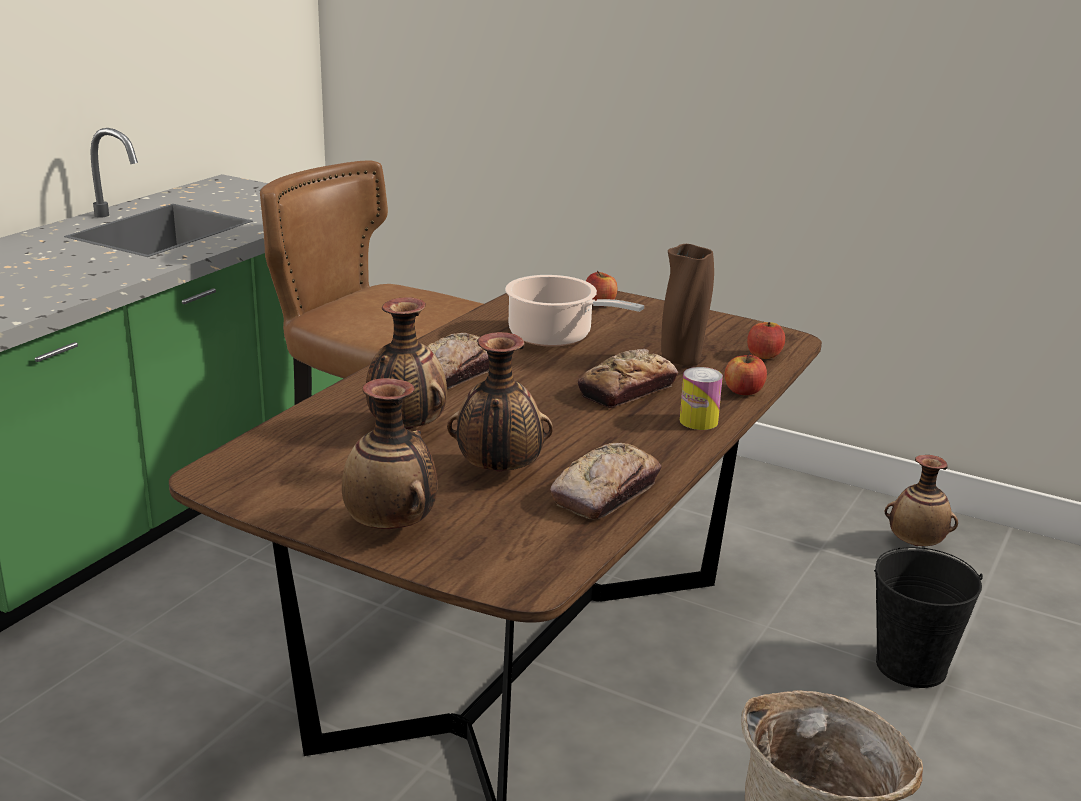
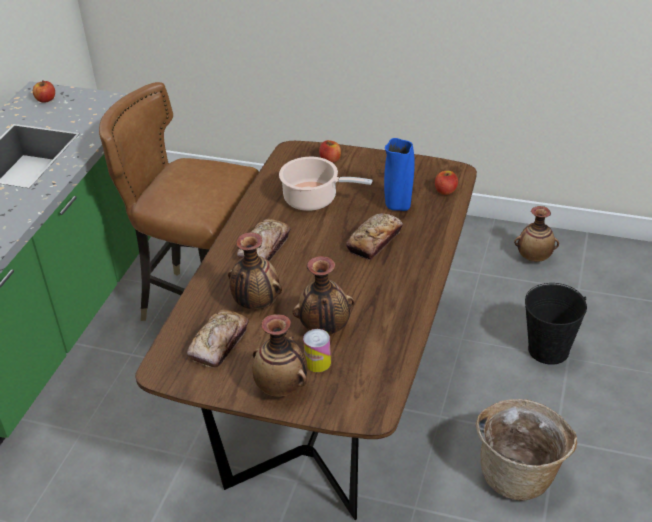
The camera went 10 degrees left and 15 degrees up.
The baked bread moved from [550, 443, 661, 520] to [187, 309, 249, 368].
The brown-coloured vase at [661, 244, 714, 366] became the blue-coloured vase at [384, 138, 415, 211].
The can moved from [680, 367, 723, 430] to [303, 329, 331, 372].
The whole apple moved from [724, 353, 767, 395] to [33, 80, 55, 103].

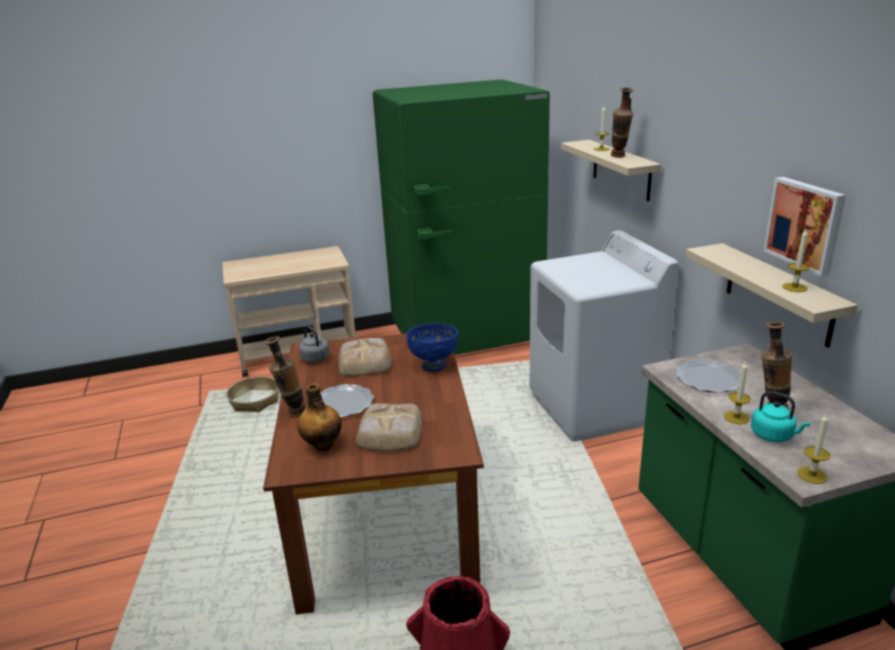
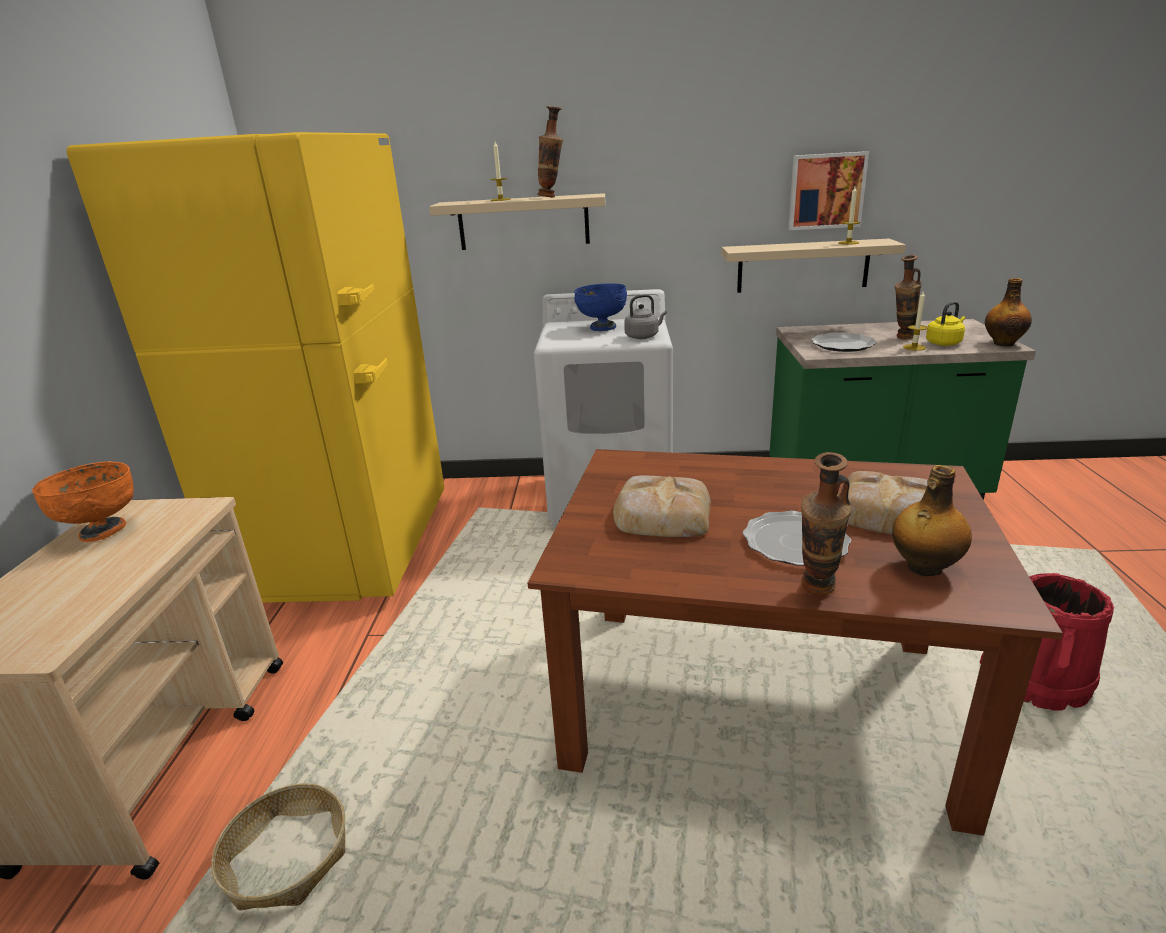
The camera went 70 degrees left and 0 degrees up.
The gray water kettle moved from [299, 325, 330, 363] to [624, 294, 667, 339].
The green-coloured fridge at [373, 79, 550, 355] became the yellowish fridge at [67, 132, 445, 603].
The blue-coloured deep dish moved from [406, 323, 458, 372] to [574, 283, 627, 331].
The turquoise-coloured water kettle at [751, 391, 810, 442] became the yellowish water kettle at [926, 301, 965, 346].
The wax candle at [797, 413, 830, 484] was replaced by the bottle at [985, 278, 1032, 347].
The orange deep dish at [32, 461, 134, 542] appeared.

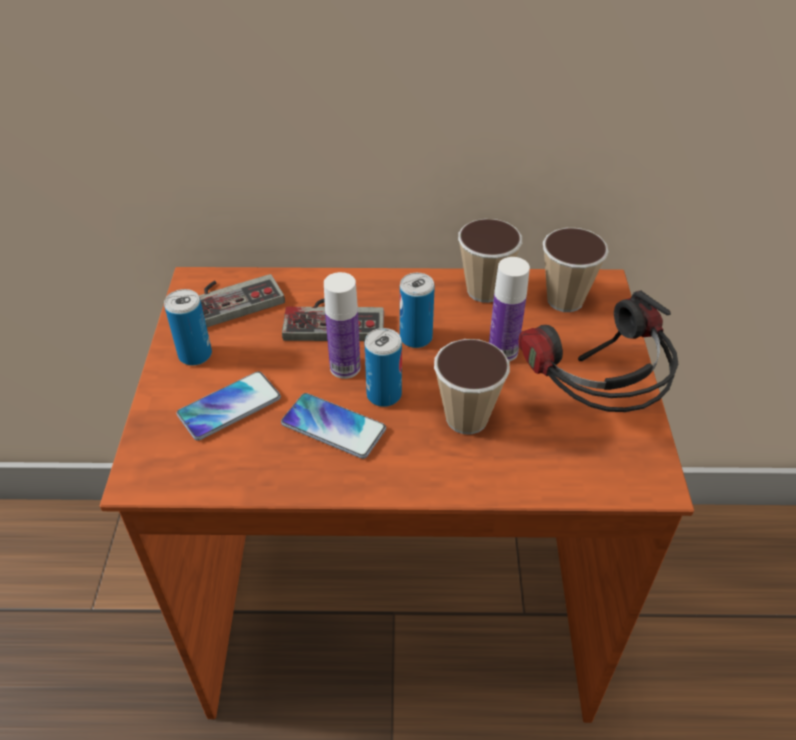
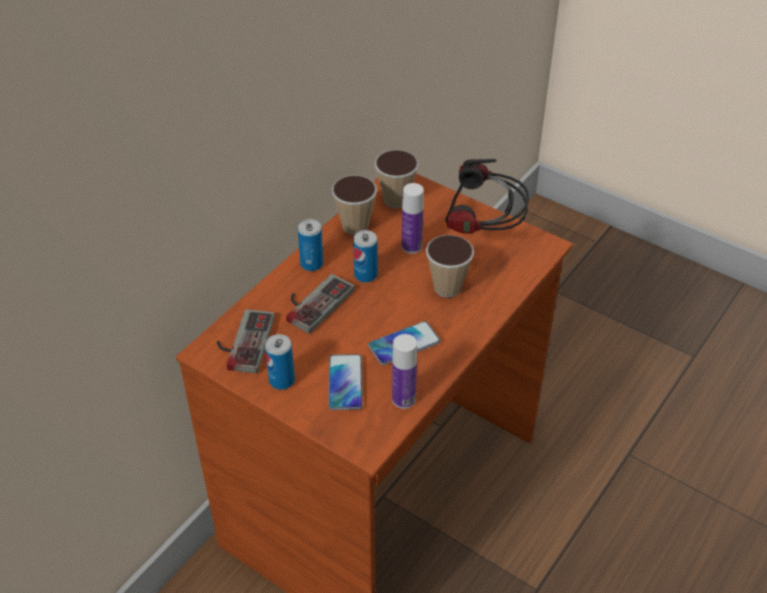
The camera went 55 degrees left and 0 degrees up.
The bottle moved from [324, 272, 361, 379] to [392, 334, 417, 409].
The can moved from [365, 328, 402, 407] to [298, 219, 324, 271].

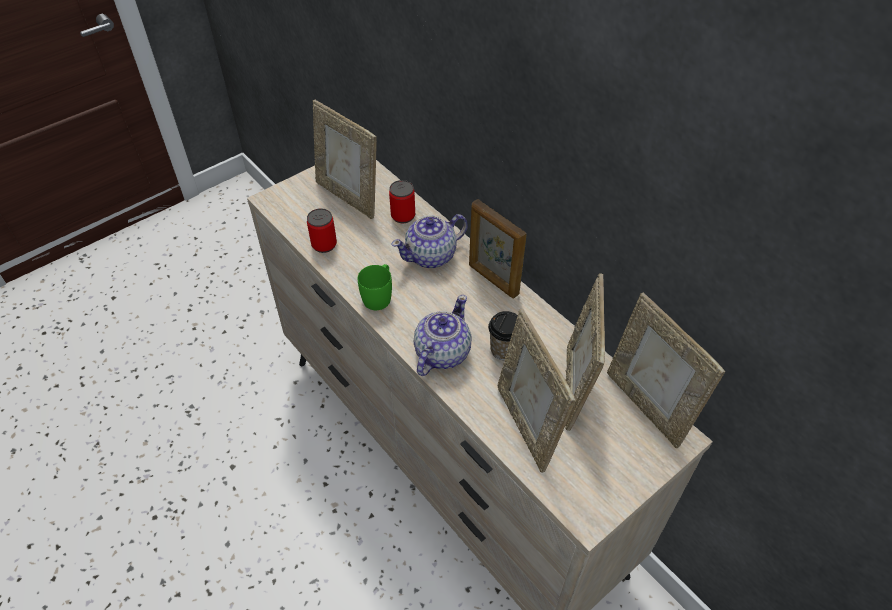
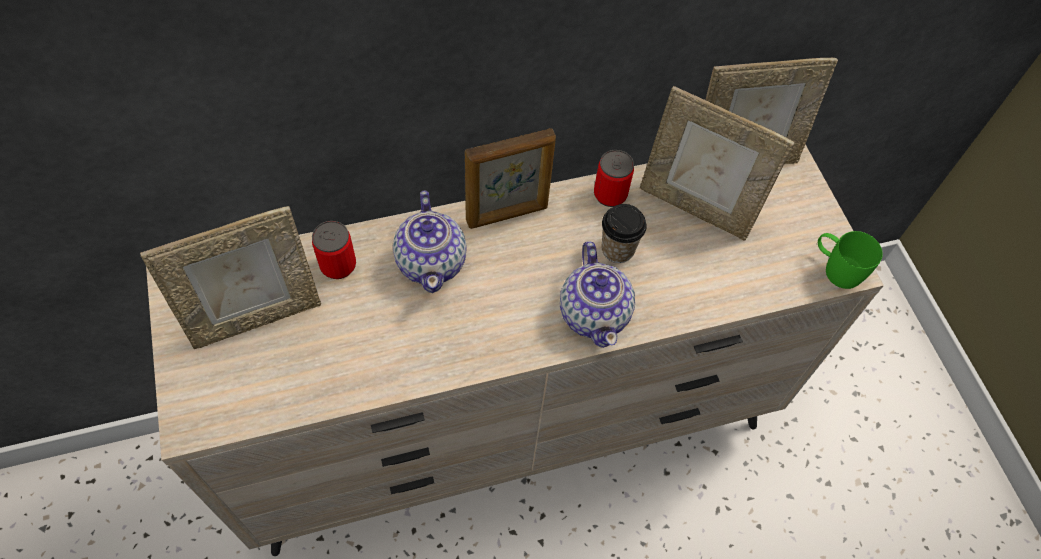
The camera went 70 degrees left and 10 degrees up.
The can moved from [307, 208, 337, 253] to [594, 150, 634, 207].
The green-coloured tea mug moved from [358, 264, 392, 310] to [818, 231, 883, 289].
The teapot at [414, 295, 472, 376] turned 150 degrees counterclockwise.
The picture frame at [498, 309, 576, 473] disappeared.

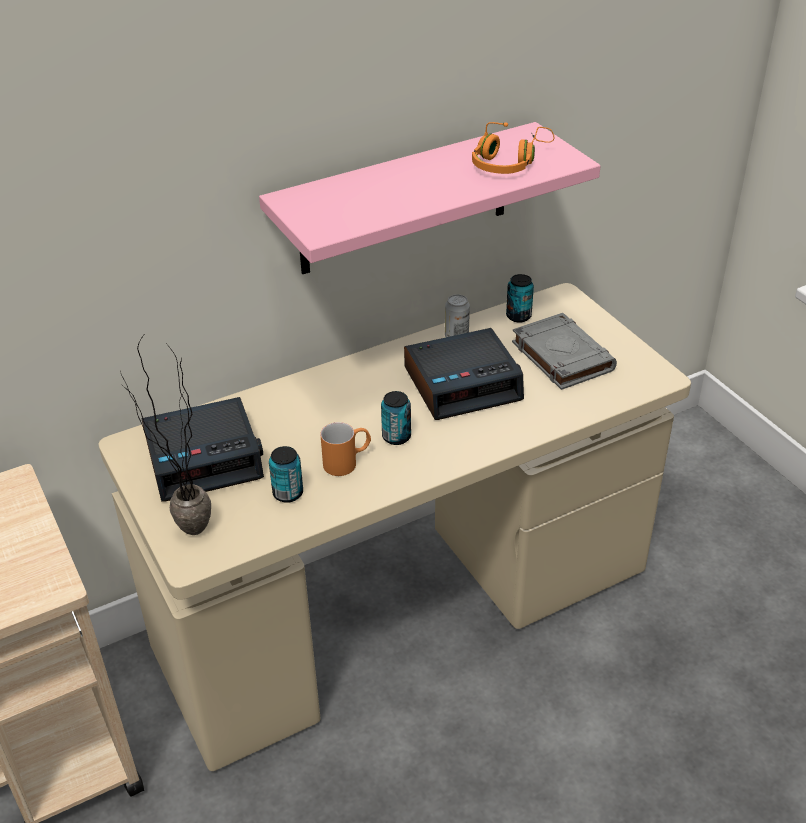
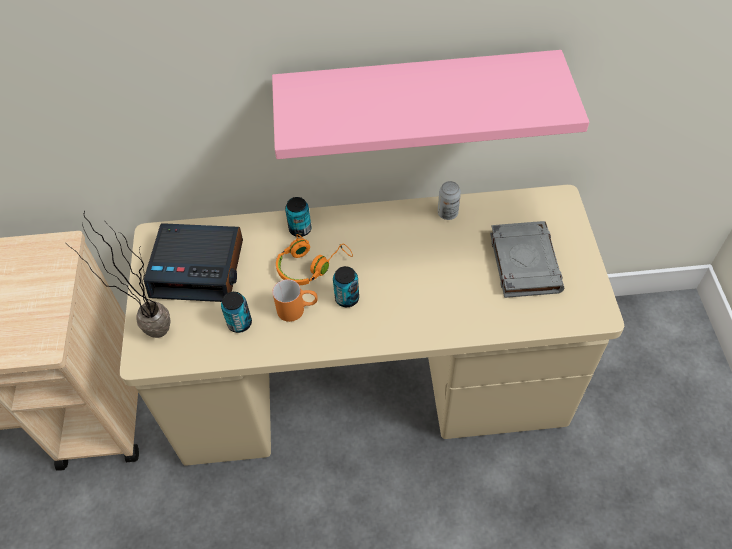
The camera went 25 degrees right and 15 degrees up.
The table clock at [404, 328, 524, 420] disappeared.
The orange headset moved from [472, 122, 554, 174] to [276, 234, 353, 285].
The can moved from [506, 274, 534, 323] to [285, 197, 312, 237].

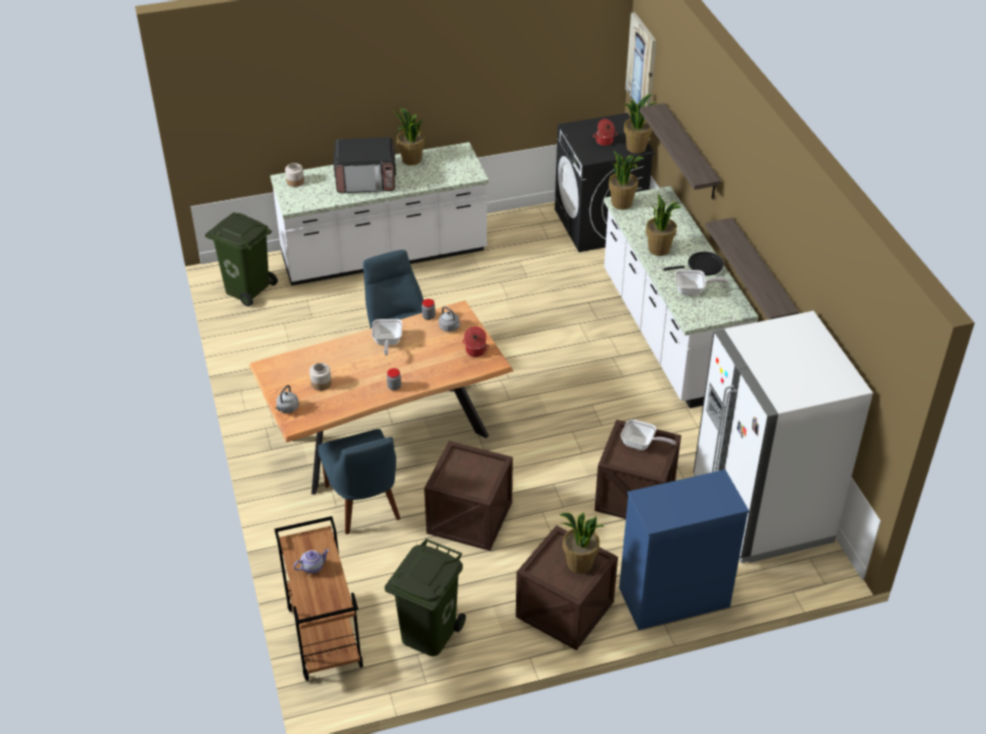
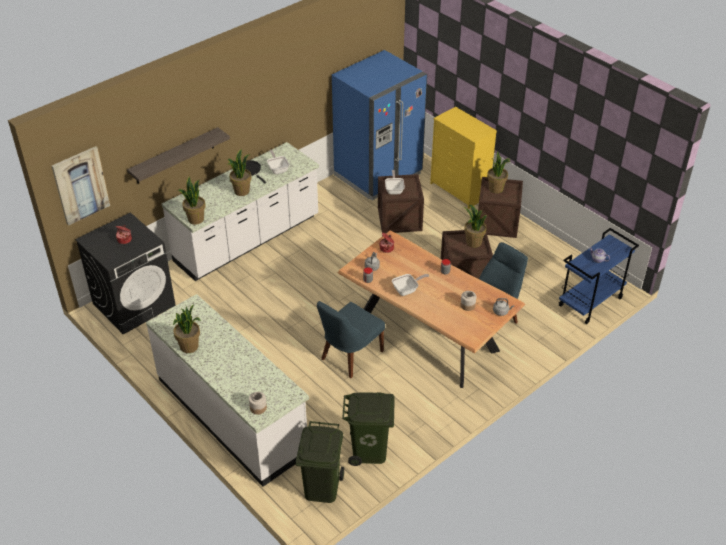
The camera went 115 degrees left and 0 degrees up.
The brown-coloured wheeled cart at [274, 516, 363, 681] became the blue-coloured wheeled cart at [559, 228, 639, 324].
The kitchen microwave at [334, 137, 396, 193] disappeared.
The green-coloured waste bin moved from [385, 539, 466, 656] to [342, 392, 395, 466].
The blue-coloured drawer chest at [619, 470, 749, 630] became the yellowish drawer chest at [430, 107, 497, 209].
The houseplant moved from [624, 94, 657, 153] to [464, 205, 487, 248].
The white fridge at [693, 311, 873, 563] became the blue-coloured fridge at [332, 50, 427, 201].
The bracket shelf at [705, 218, 799, 320] disappeared.

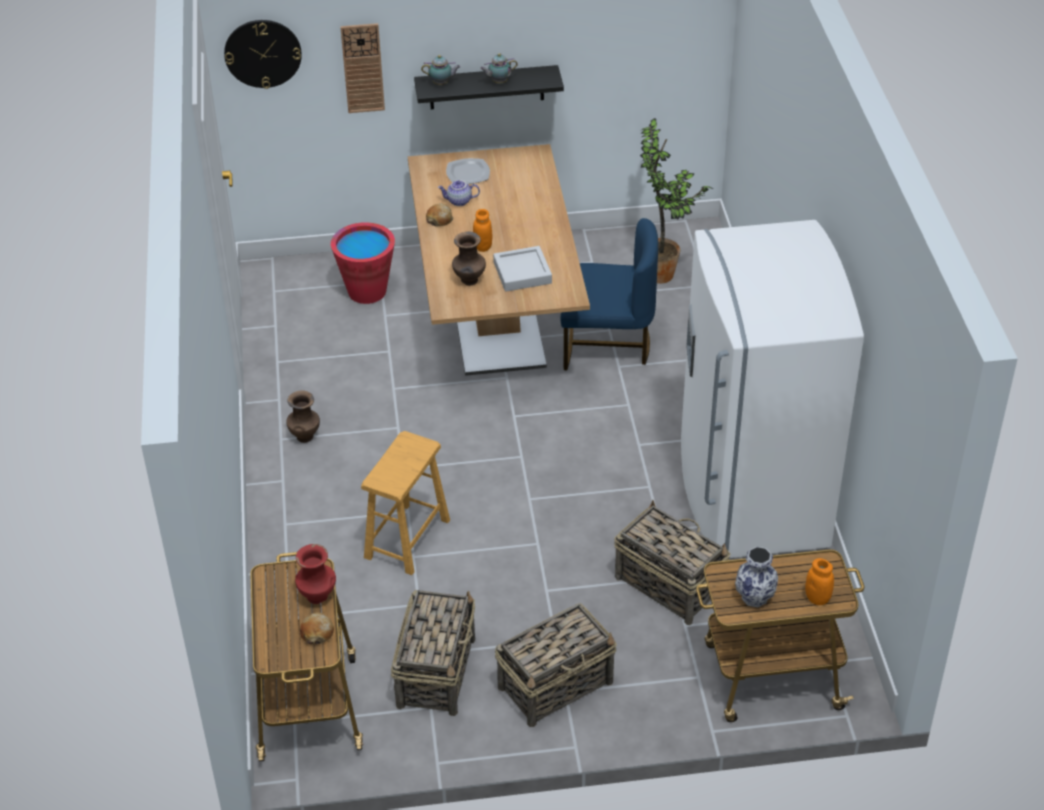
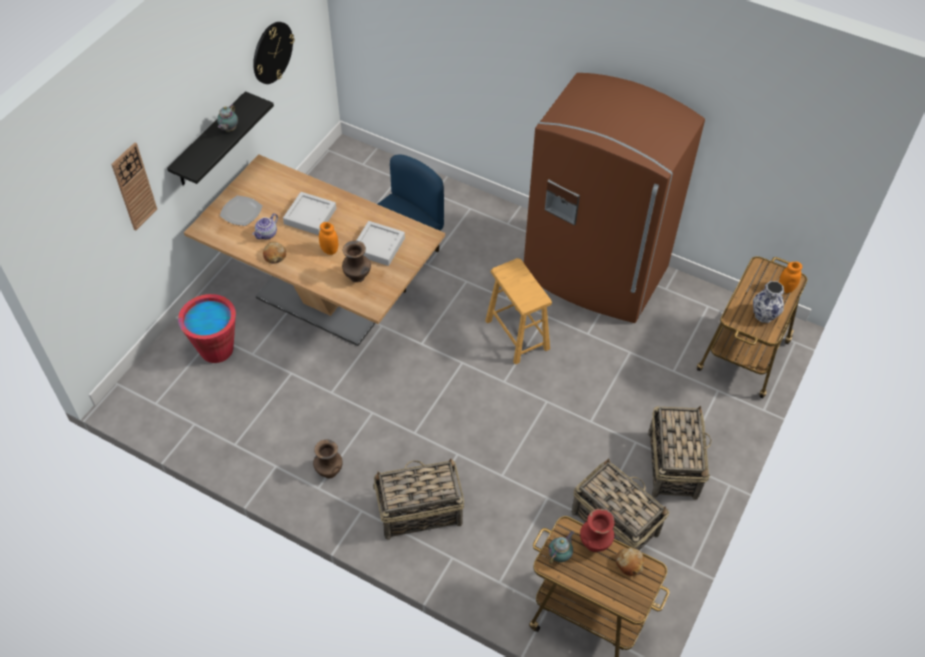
The camera went 55 degrees left and 10 degrees up.
The wall clock moved from [224, 20, 302, 89] to [253, 22, 294, 84].
The brown-coloured stool moved from [361, 431, 450, 575] to [485, 258, 552, 365].
The teapot moved from [421, 55, 461, 85] to [548, 531, 574, 564].
The storage basket moved from [614, 500, 730, 625] to [373, 459, 464, 540].
The houseplant at [640, 118, 713, 284] disappeared.
The white fridge at [681, 220, 864, 558] became the brown-coloured fridge at [524, 73, 705, 323].
The gray tray at [283, 192, 336, 235] appeared.

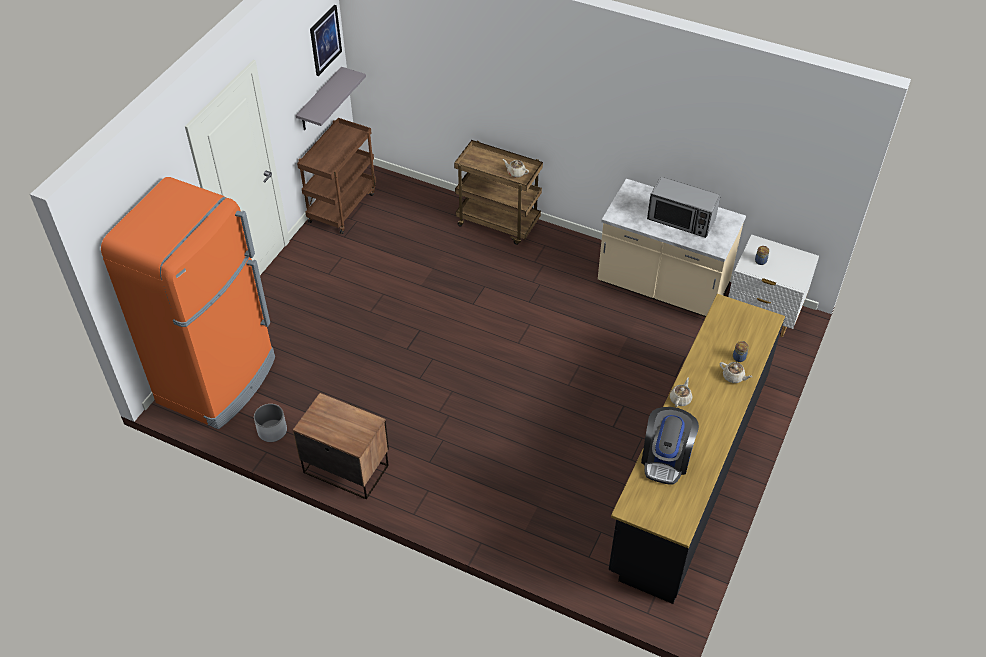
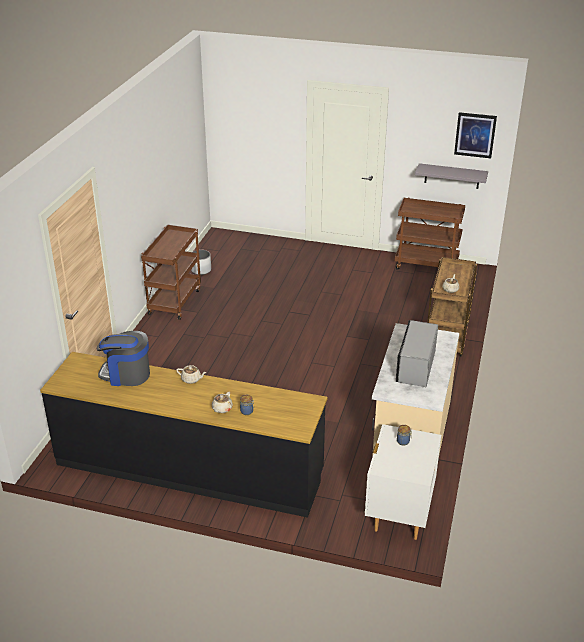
The camera went 80 degrees right and 15 degrees down.
The orange fridge at [101, 177, 275, 429] disappeared.
The bedside table at [293, 393, 389, 500] was replaced by the brown-coloured wheeled cart at [141, 225, 201, 320].

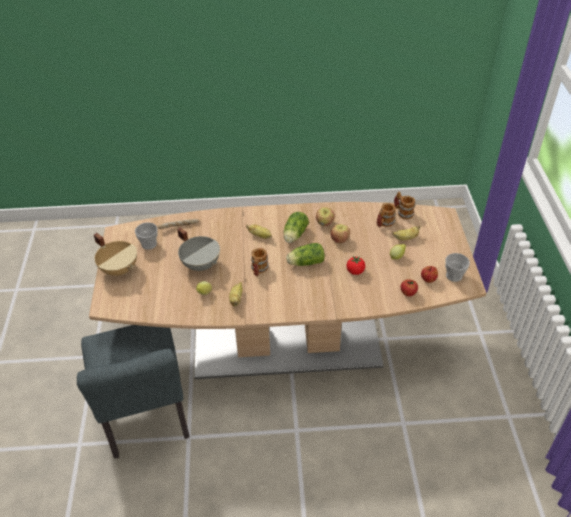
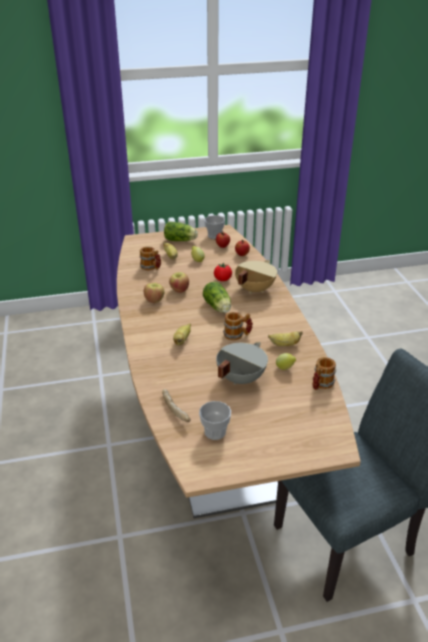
The camera went 100 degrees left and 10 degrees down.
The beige-coloured saucepot moved from [94, 233, 137, 276] to [235, 260, 277, 294].
The lettuce head moved from [283, 212, 309, 243] to [164, 222, 198, 241].
The tea mug moved from [394, 192, 415, 219] to [312, 357, 336, 390].

